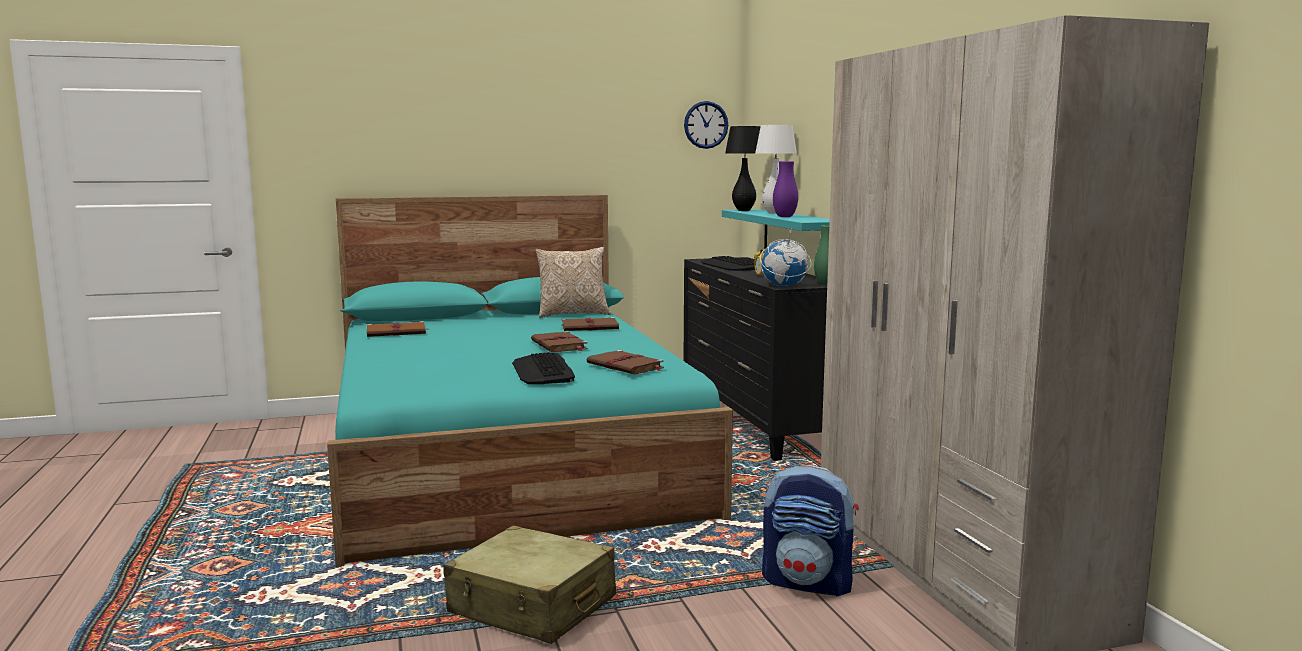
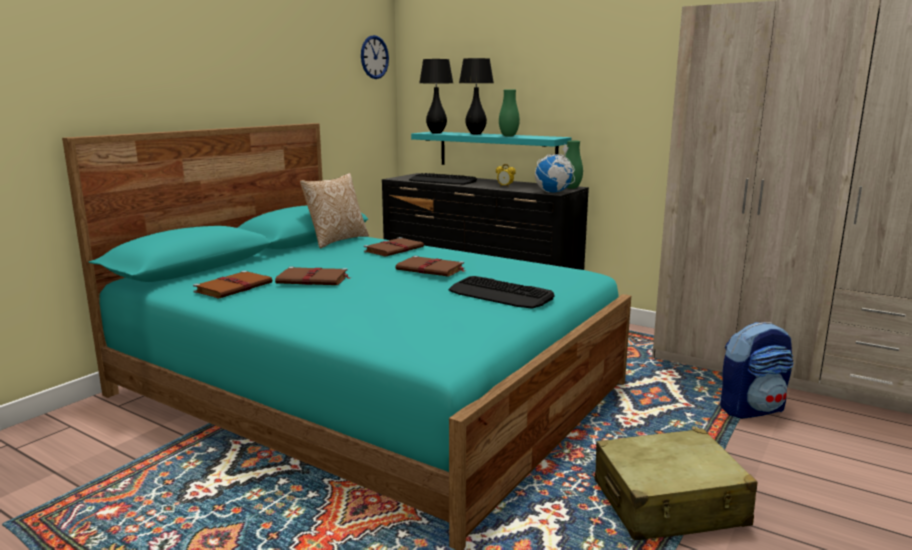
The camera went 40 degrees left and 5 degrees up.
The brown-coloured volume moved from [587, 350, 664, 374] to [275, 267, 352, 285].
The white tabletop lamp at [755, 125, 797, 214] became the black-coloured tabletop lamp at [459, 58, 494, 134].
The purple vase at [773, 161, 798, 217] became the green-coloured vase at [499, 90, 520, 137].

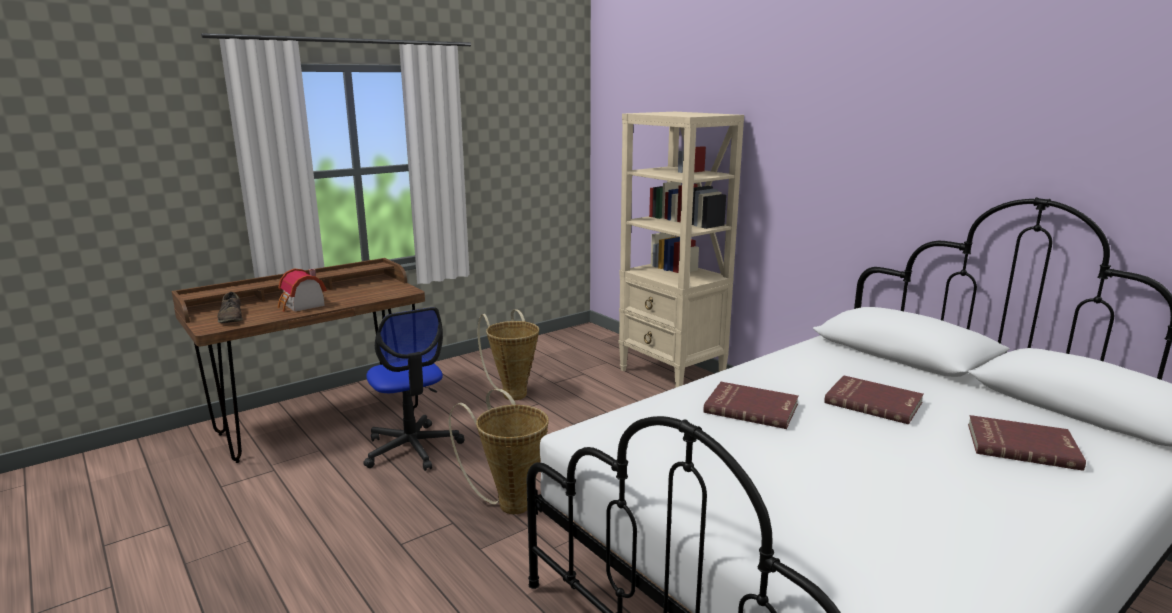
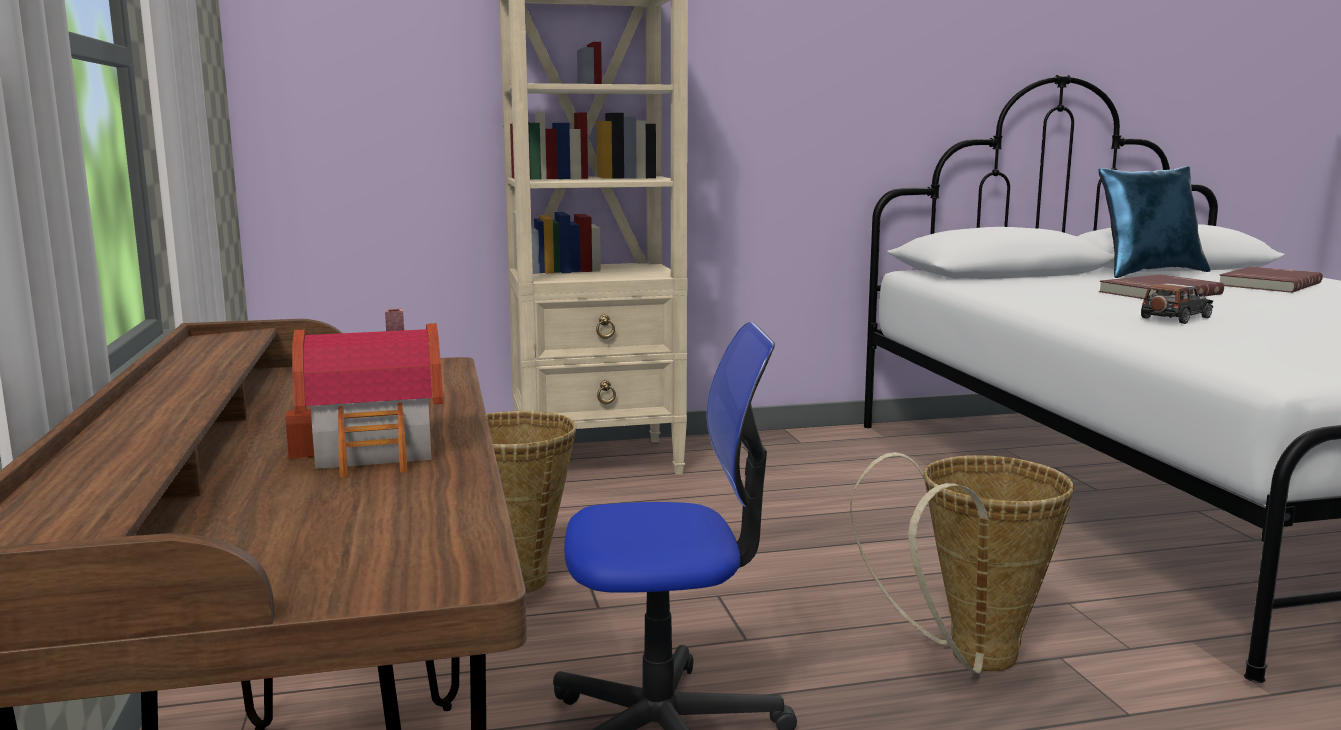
The camera went 65 degrees left and 5 degrees down.
The brown-coloured low shoe at [217, 292, 243, 323] disappeared.
The reddish volume at [703, 382, 799, 429] was replaced by the toy car at [1141, 283, 1213, 324].
The blue-coloured throw pillow at [1099, 166, 1211, 278] appeared.

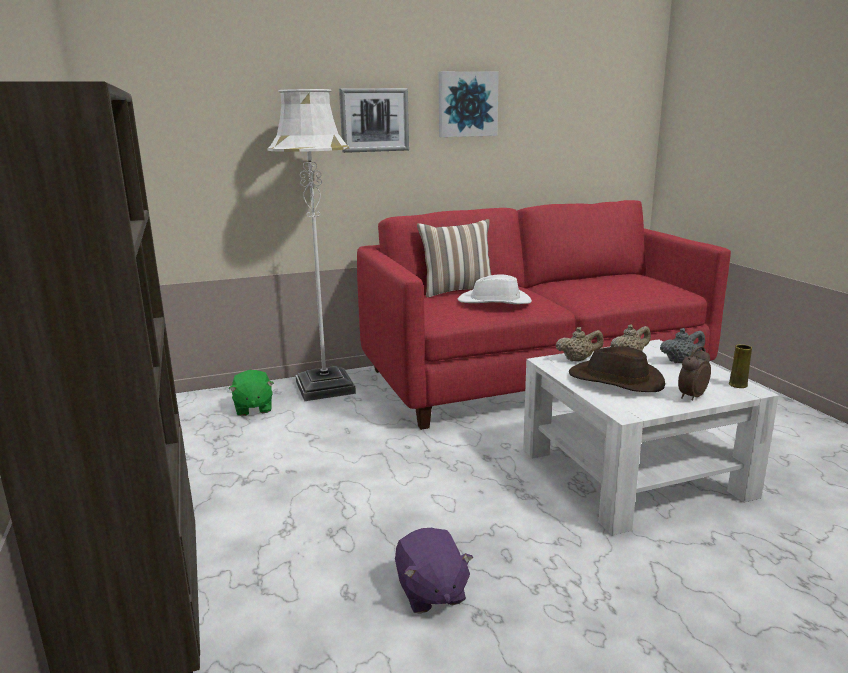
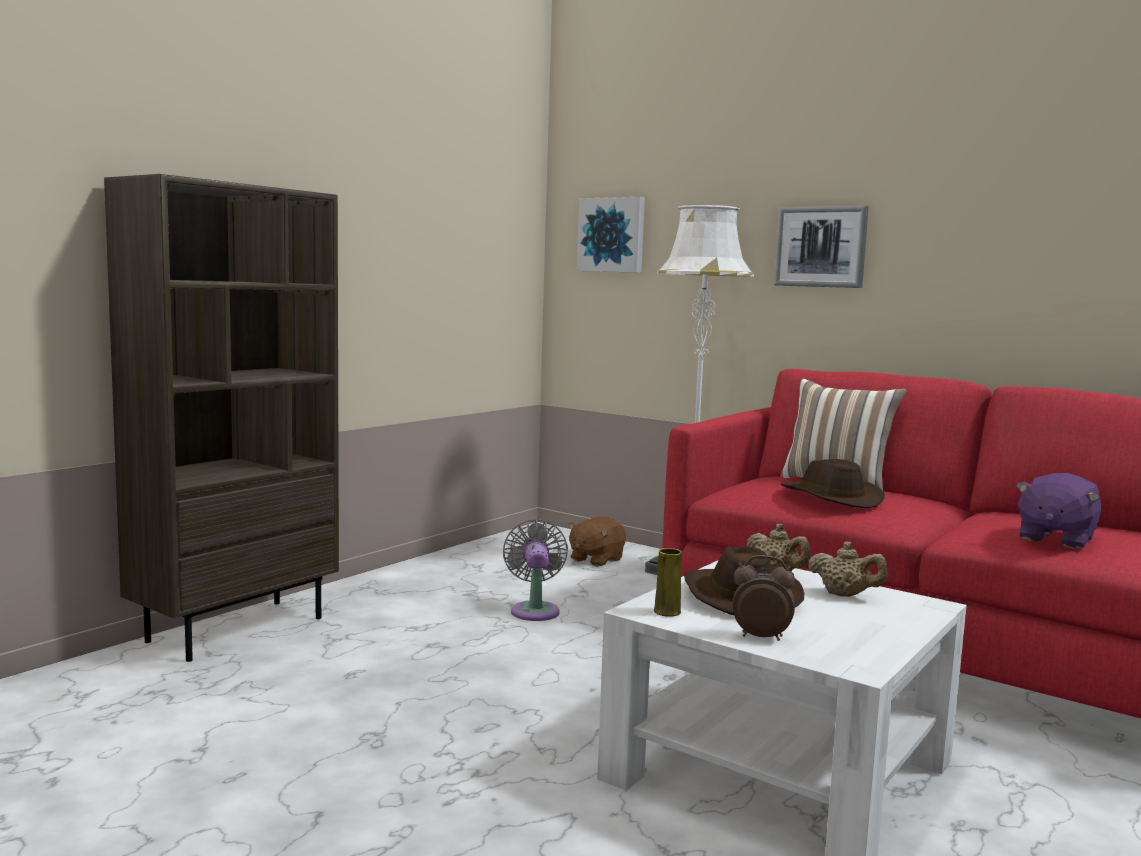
The camera went 55 degrees right and 10 degrees down.
The green-coloured soft toy at [229, 370, 274, 416] became the brown-coloured soft toy at [568, 516, 626, 567].
The purple soft toy moved from [395, 528, 473, 614] to [1015, 473, 1102, 549].
The wall picture moved from [439, 71, 499, 137] to [577, 197, 645, 273].
The white hat at [458, 274, 532, 304] became the brown-coloured hat at [781, 459, 885, 508].
The gray teapot at [660, 328, 705, 363] disappeared.
The yellowish vase moved from [729, 344, 752, 388] to [654, 548, 682, 617].
The gray fan at [503, 519, 568, 621] appeared.

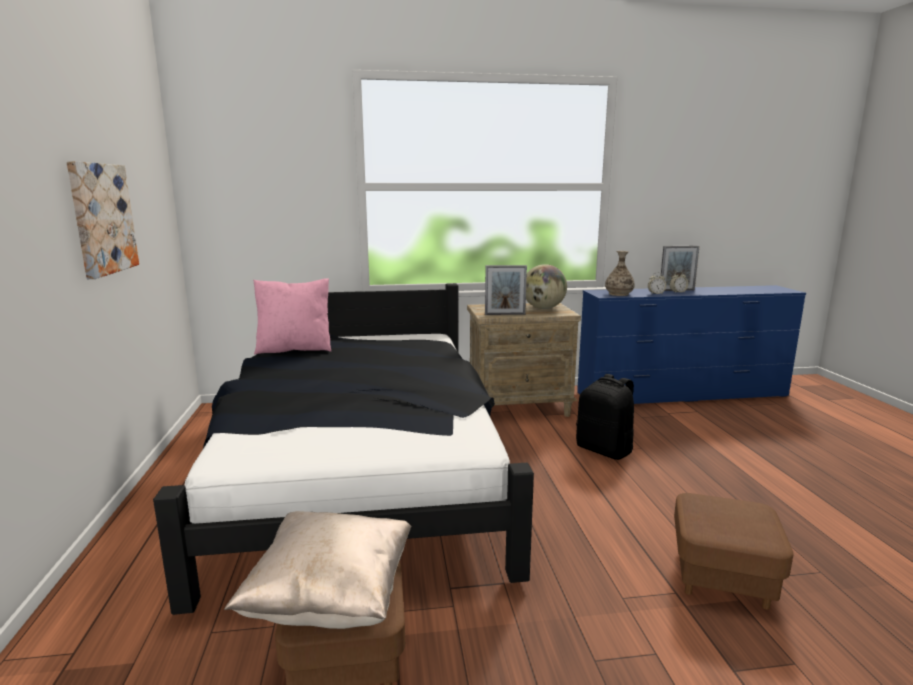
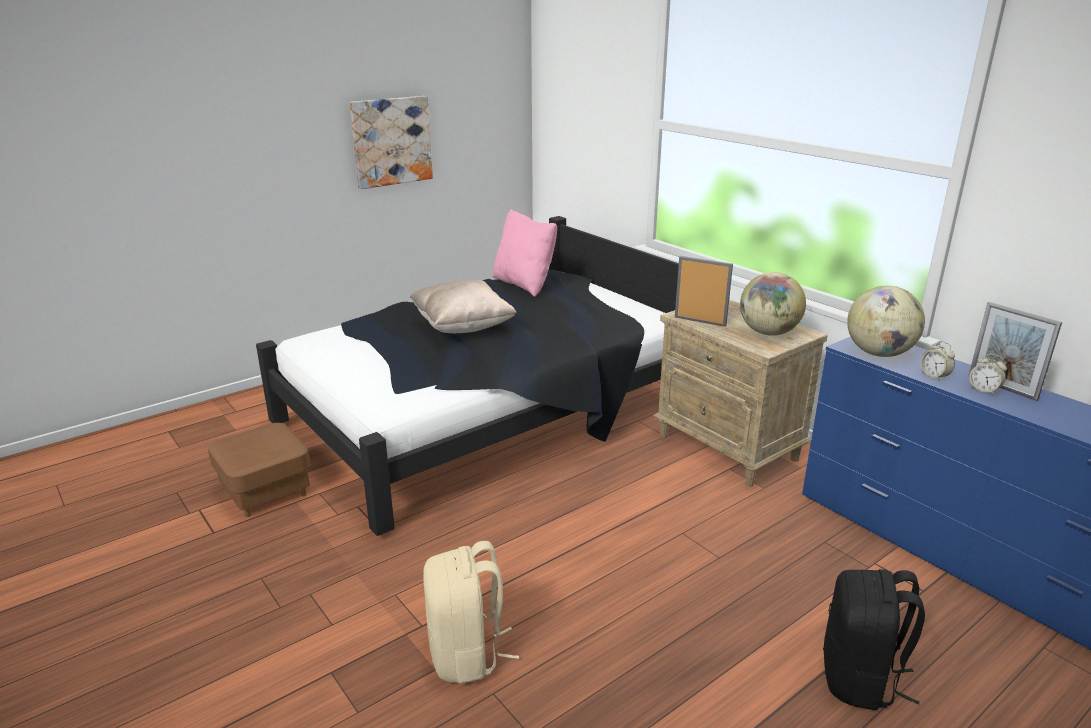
The camera went 60 degrees right and 10 degrees up.
The beige-coloured throw pillow moved from [224, 511, 412, 629] to [410, 280, 516, 333].
The picture frame at [485, 265, 527, 315] turned 150 degrees clockwise.
The black-coloured rucksack moved from [576, 374, 634, 460] to [823, 569, 925, 710].
The vase at [605, 251, 635, 296] was replaced by the globe at [847, 286, 925, 357].
The brown-coloured footrest at [674, 493, 794, 610] was replaced by the beige-coloured rucksack at [423, 541, 519, 683].

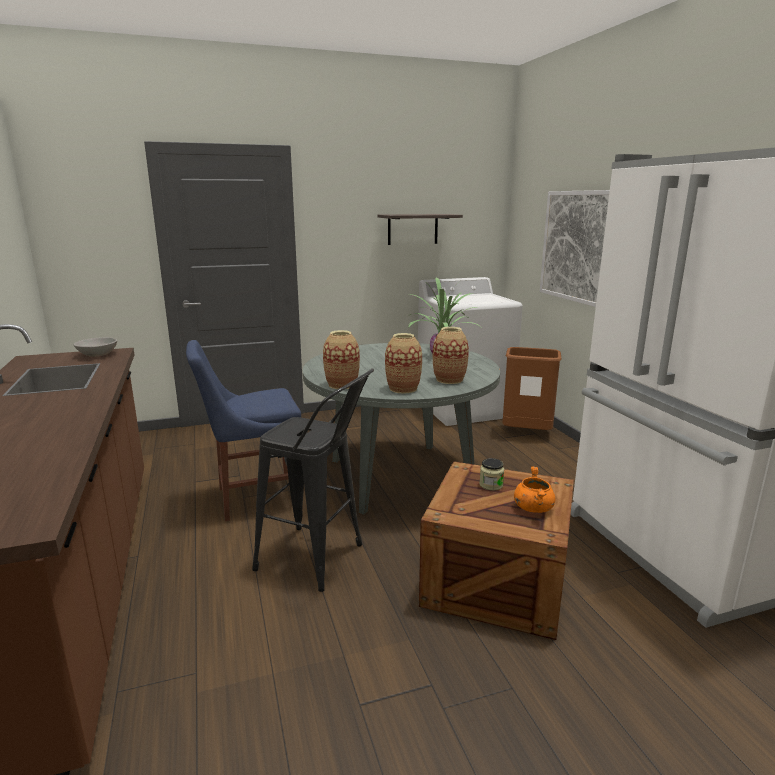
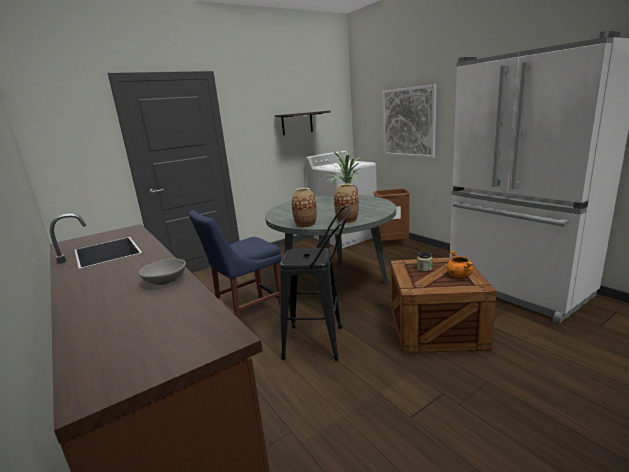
The camera went 15 degrees left and 0 degrees up.
The gray deep dish moved from [74, 337, 117, 357] to [139, 258, 186, 285].
The vase at [433, 327, 469, 384] disappeared.

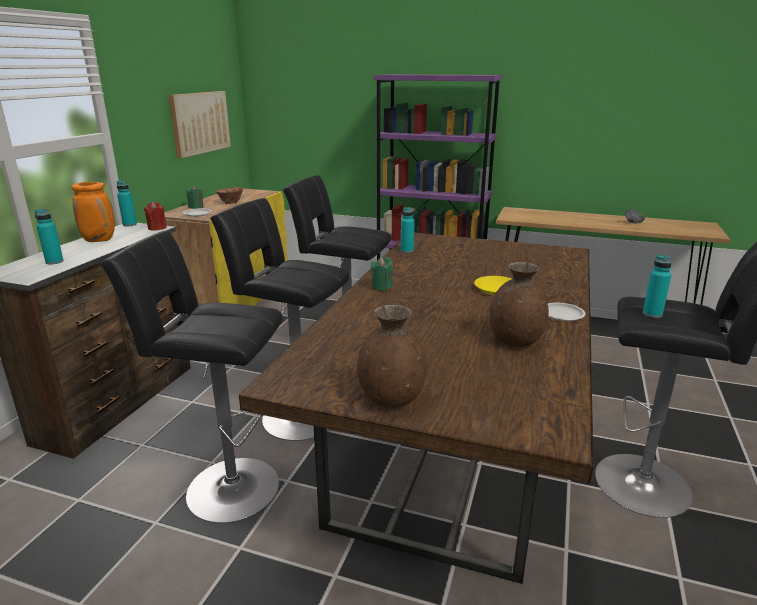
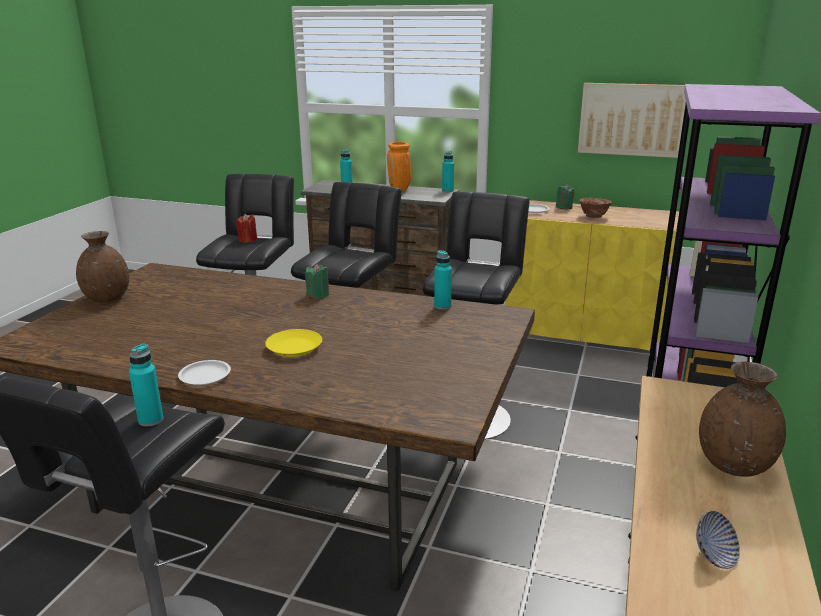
The camera went 90 degrees right and 0 degrees up.
The reddish wax candle moved from [144, 202, 167, 231] to [236, 214, 258, 243].
The brown-coloured vase moved from [489, 262, 549, 347] to [699, 362, 786, 477].

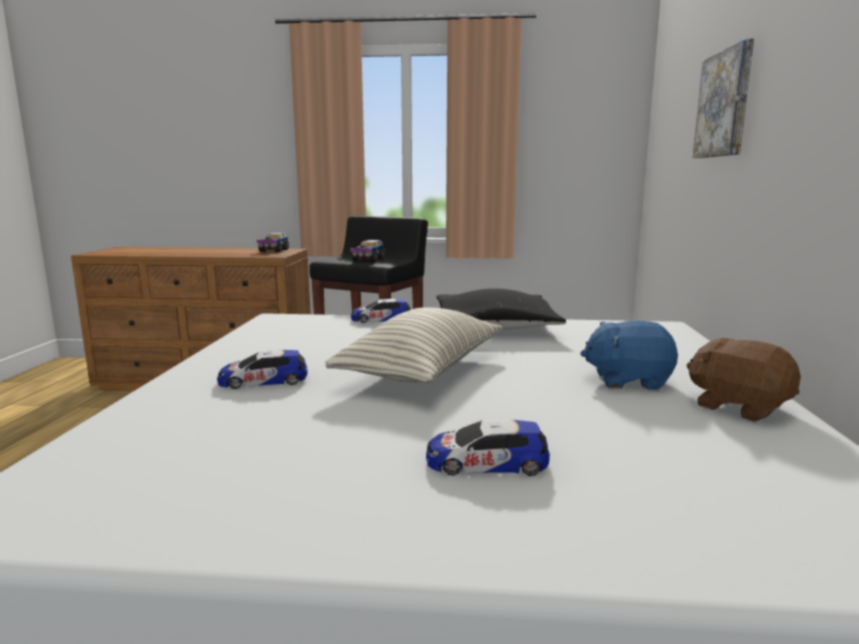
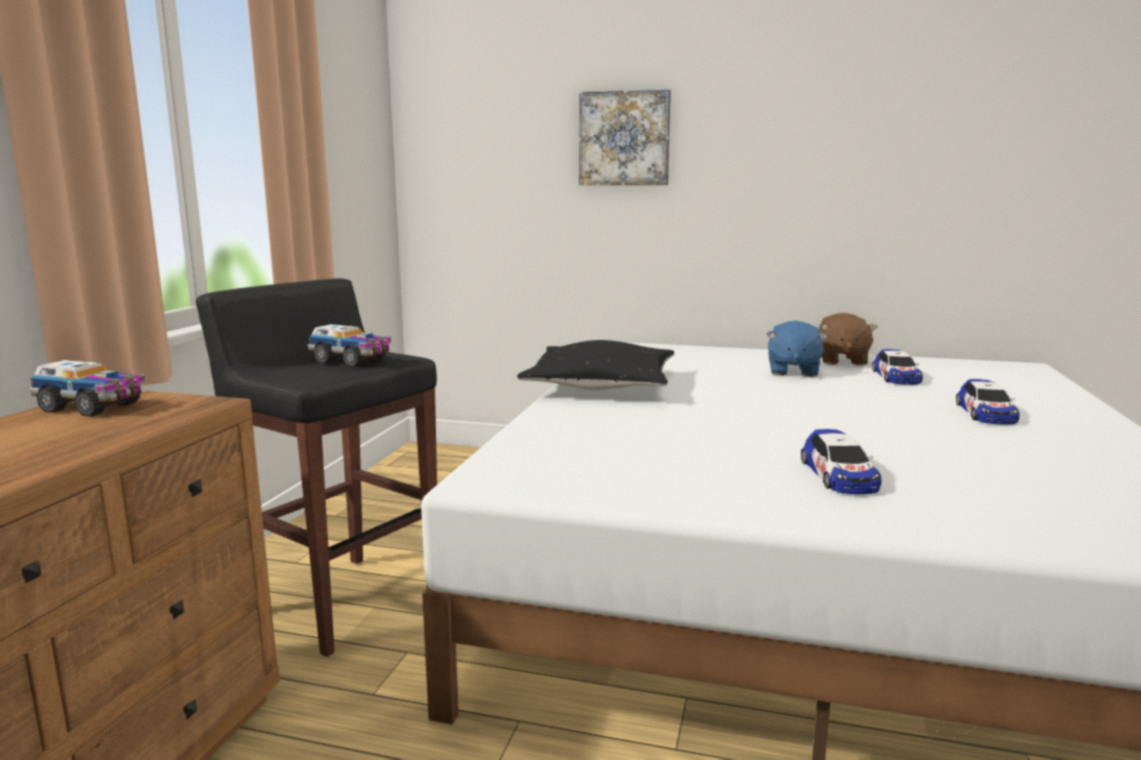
The camera went 80 degrees left and 0 degrees up.
The throw pillow at [325, 307, 502, 383] disappeared.
The toy car moved from [351, 299, 411, 323] to [872, 349, 923, 385].
The brown-coloured soft toy at [687, 338, 801, 421] turned 45 degrees counterclockwise.

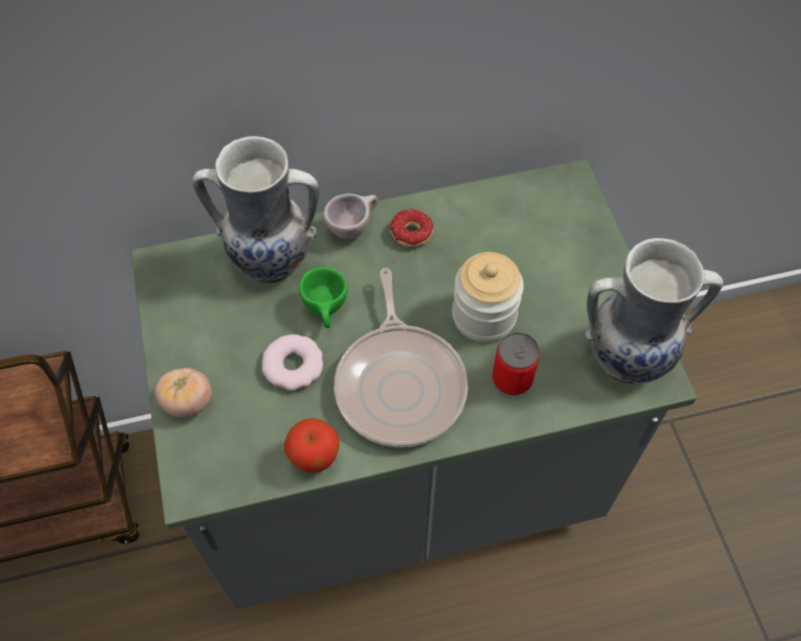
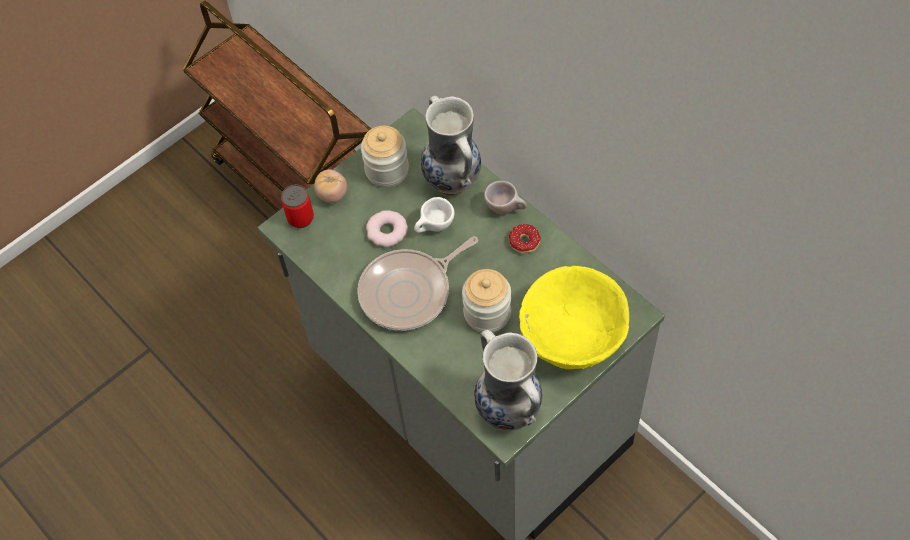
The camera went 65 degrees right and 0 degrees up.
The whole apple at [284, 418, 340, 473] disappeared.
The green-coloured cup at [299, 267, 348, 328] became the white cup at [414, 197, 454, 233].
The can moved from [492, 332, 539, 395] to [281, 184, 314, 228].
The preserve jar at [361, 126, 409, 187] appeared.
The yellowish deep dish at [519, 266, 629, 369] appeared.

